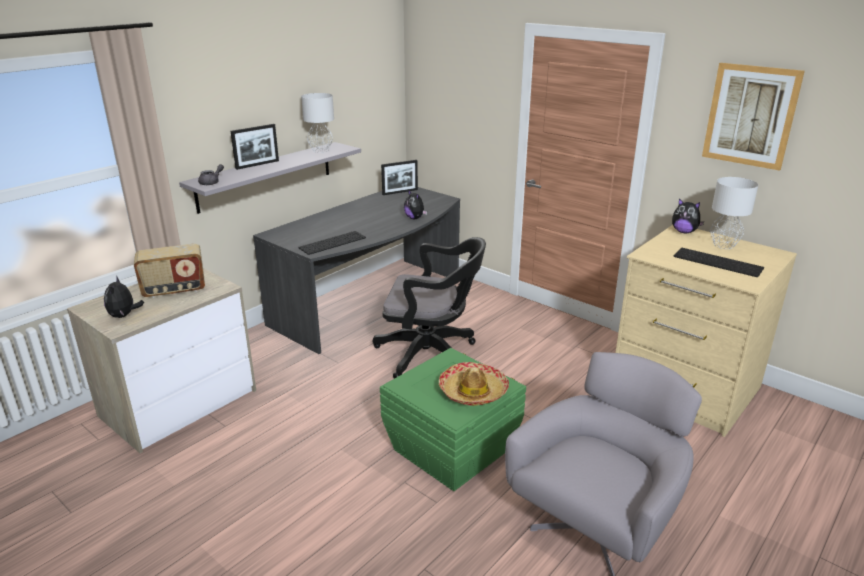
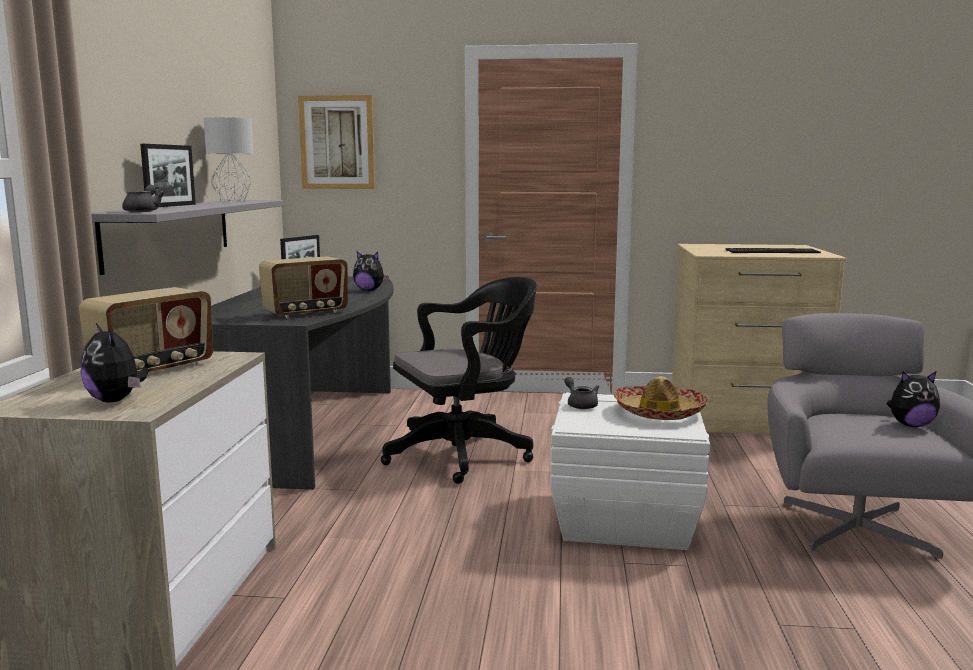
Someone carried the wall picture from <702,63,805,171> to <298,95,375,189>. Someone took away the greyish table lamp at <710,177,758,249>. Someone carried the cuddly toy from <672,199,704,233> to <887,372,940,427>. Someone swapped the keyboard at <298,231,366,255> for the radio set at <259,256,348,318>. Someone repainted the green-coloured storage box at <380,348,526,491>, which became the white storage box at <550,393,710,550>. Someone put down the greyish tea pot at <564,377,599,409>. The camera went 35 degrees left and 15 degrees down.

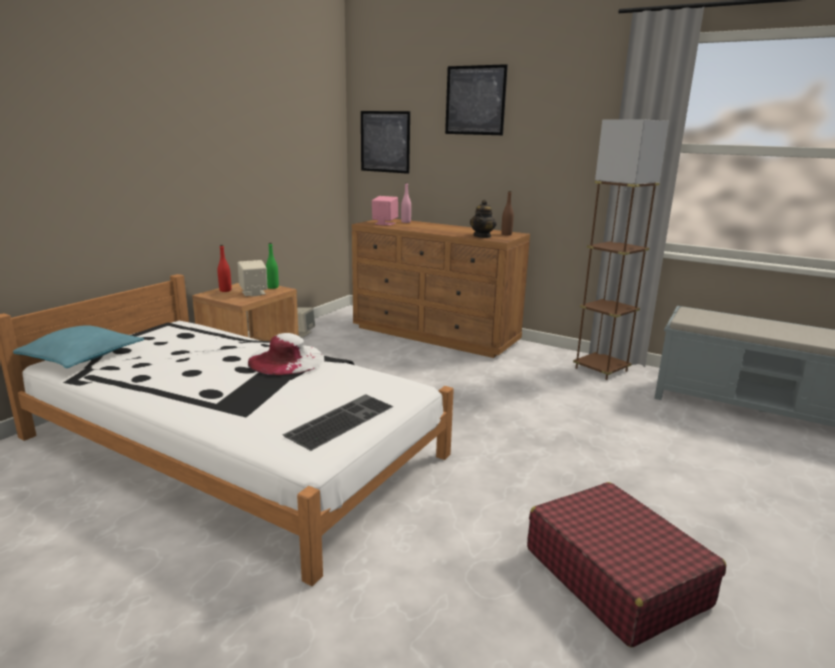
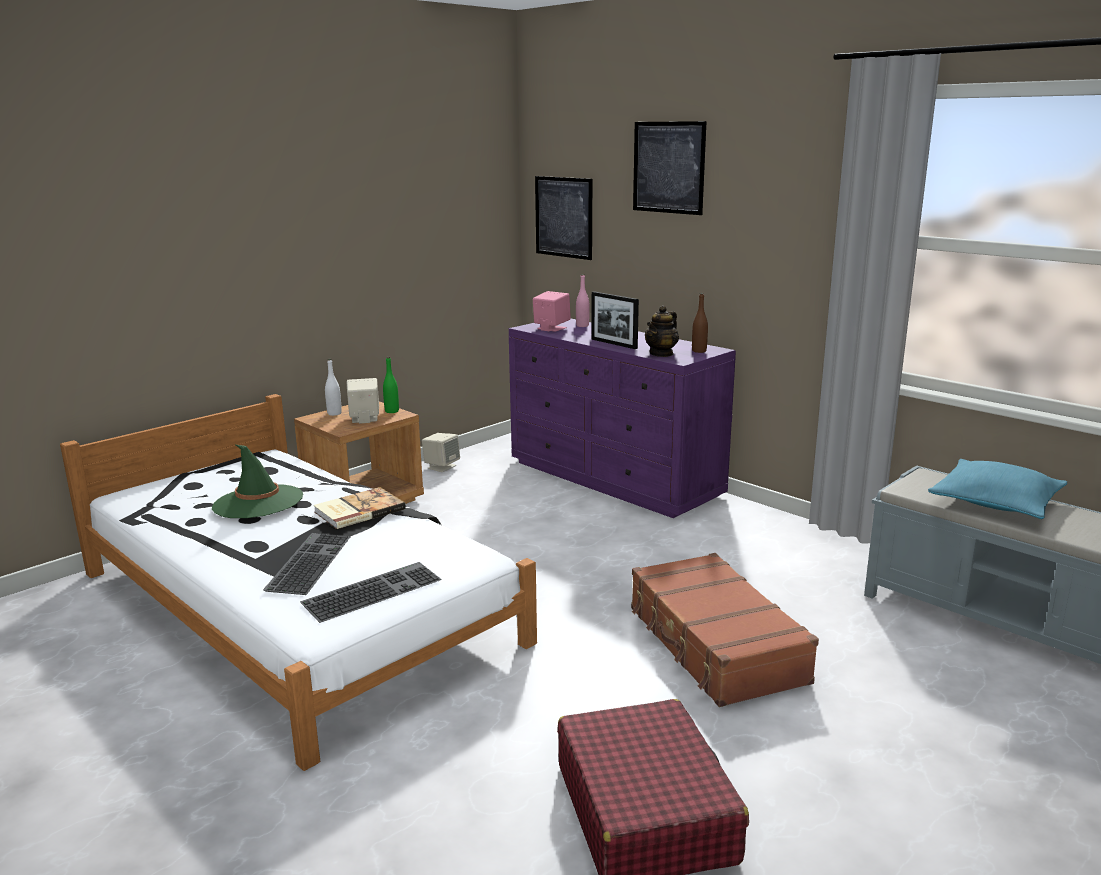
Someone took away the brown-coloured floor lamp at <573,119,669,380>. Someone repainted the brown-coloured dresser at <352,219,530,358>, which became the purple-coloured dresser at <509,319,736,518>. Someone repainted the red beverage bottle at <218,245,231,292>, which became the white beverage bottle at <325,359,342,416>. Someone carried the turquoise pillow from <13,325,144,368> to <928,459,1067,519>. Someone swapped the white clothing hat at <248,333,324,375> for the book at <314,487,406,529>. Someone put down the photo frame at <591,291,639,349>. Someone put down the green-coloured clothing hat at <212,445,303,518>. Someone put down the keyboard at <263,533,351,595>. Someone put down the brown-coloured travel case at <631,553,819,707>. The camera went 15 degrees right and 0 degrees up.

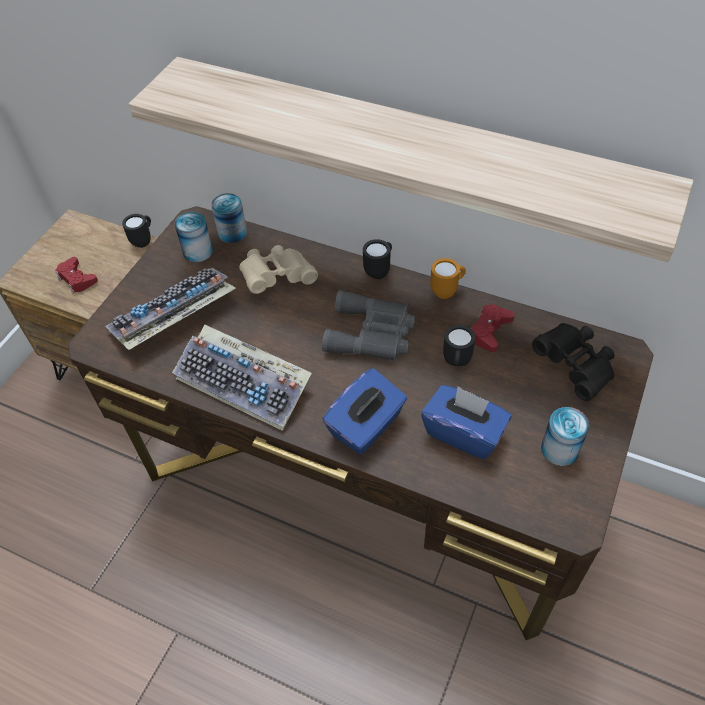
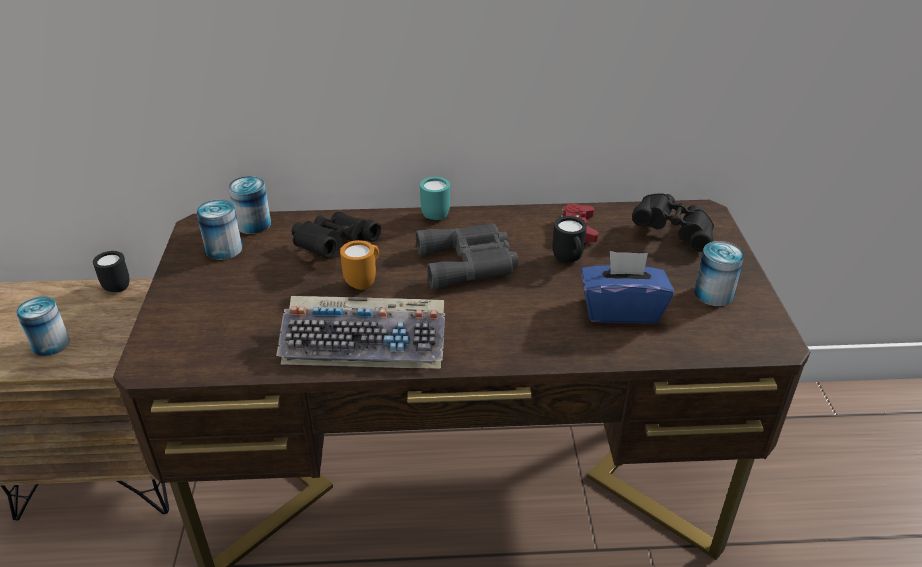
Someone took away the bracket shelf at <129,57,693,262>. Someone repainted the blackish mug at <363,239,392,279>, which became the turquoise mug at <420,177,450,220>. Someone repainted the beige-coloured binoculars at <239,245,318,294>, which became the blackish binoculars at <292,212,381,258>. Someone swapped the red joypad at <55,257,98,294> for the can at <16,296,70,356>. Someone carried the orange-coloured mug from <430,258,466,299> to <340,240,379,290>. Someone took away the keyboard at <105,268,236,350>. Someone took away the bluish box of tissues at <323,368,407,455>. The camera went 30 degrees left and 15 degrees down.

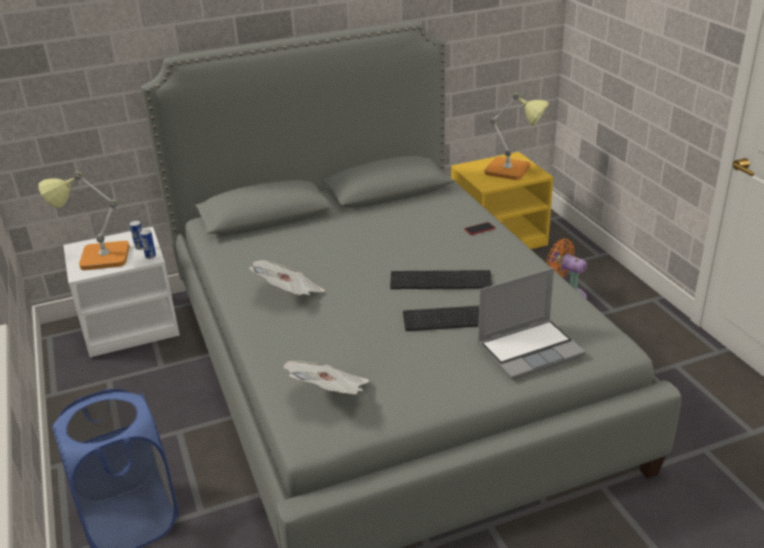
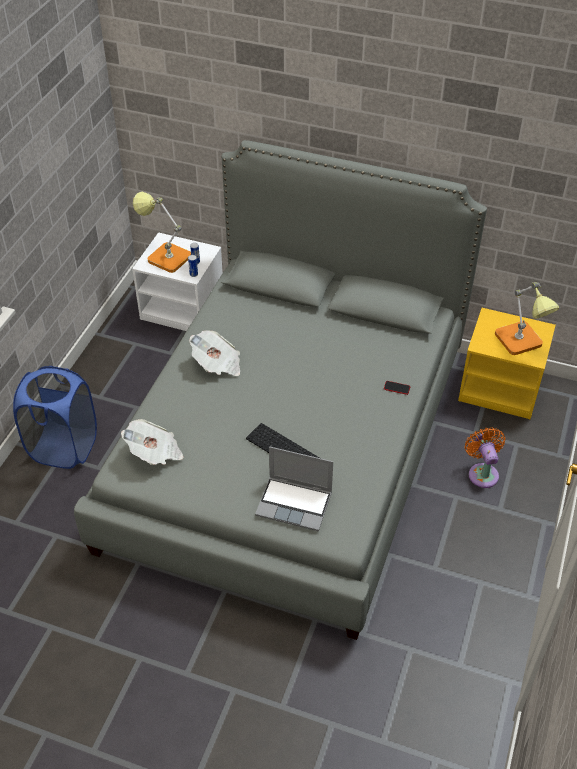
Someone took away the keyboard at <390,270,492,289>. The camera went 40 degrees right and 15 degrees up.

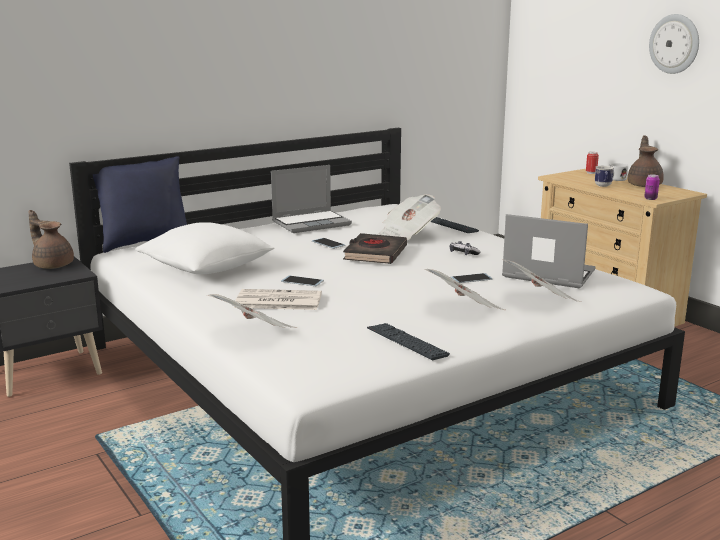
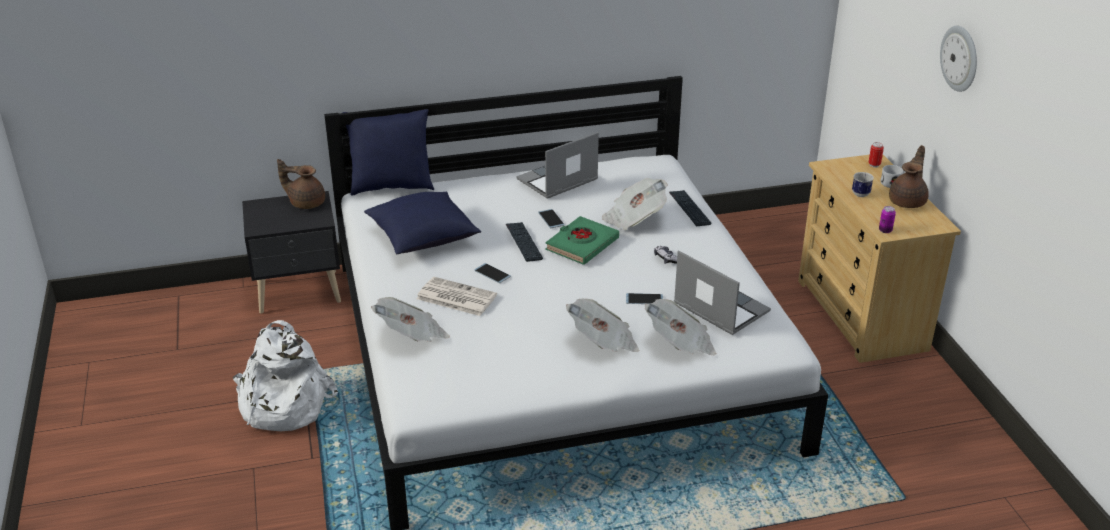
Someone rotated the laptop at <271,165,352,233> by 150 degrees clockwise. Someone rotated the brown-coloured tea pot at <29,210,74,269> by 45 degrees counterclockwise. Someone repainted the white pillow at <135,222,275,274>, which became the bluish pillow at <364,192,481,254>. Someone repainted the blackish book at <343,233,407,264>, which became the green-coloured book at <545,216,619,265>. Someone carried the keyboard from <367,323,450,360> to <506,222,543,262>. Someone put down the white knapsack at <233,320,338,431>. The camera went 20 degrees right and 15 degrees up.

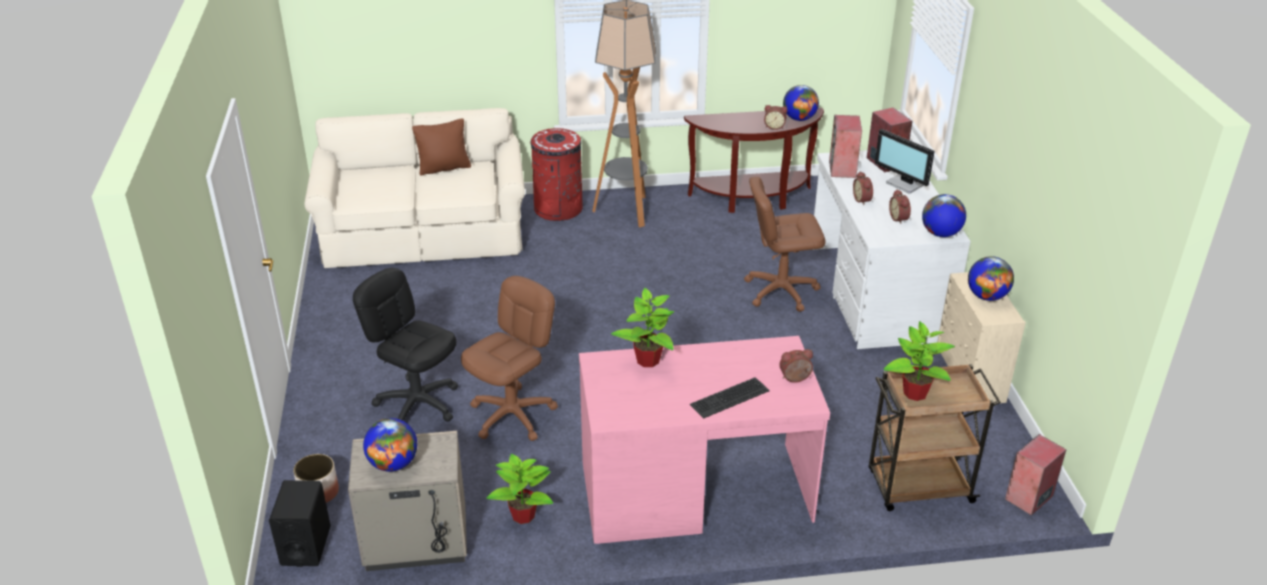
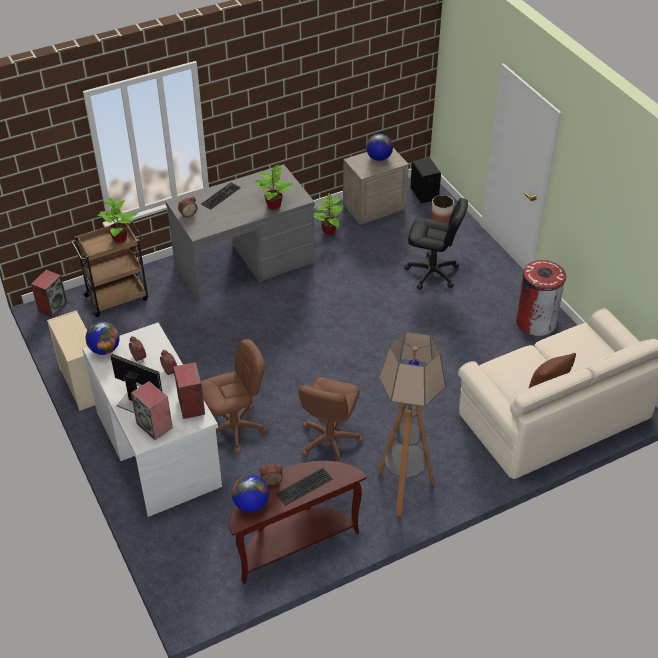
Someone carried the red rubbish bin from <530,128,583,221> to <516,260,566,336>. Someone took away the world globe at <968,256,1014,301>. Someone carried the brown-coloured desk chair from <461,276,558,441> to <298,377,363,462>. Someone repainted the pink-coloured desk table at <579,336,830,544>, which became the greyish desk table at <165,164,315,304>. Someone put down the keyboard at <276,468,333,506>. The camera went 160 degrees right and 10 degrees up.

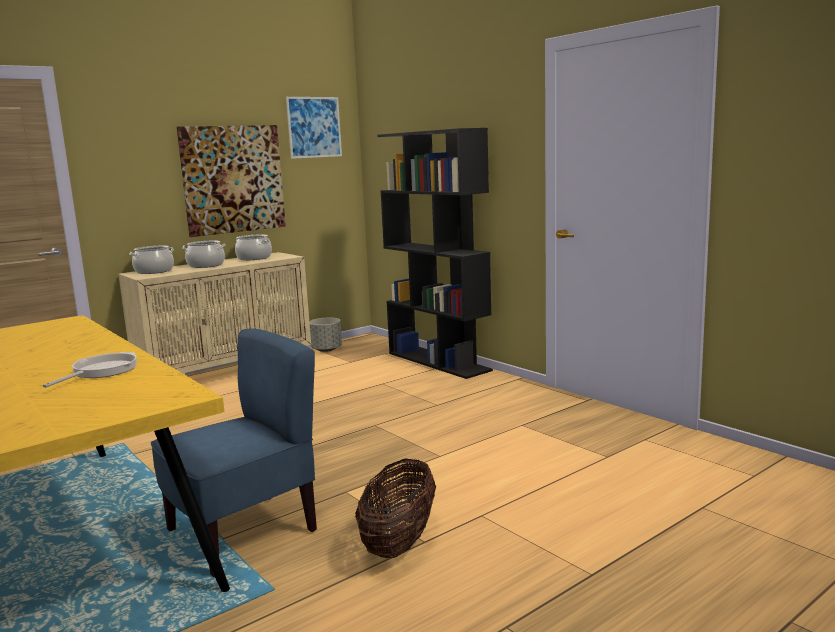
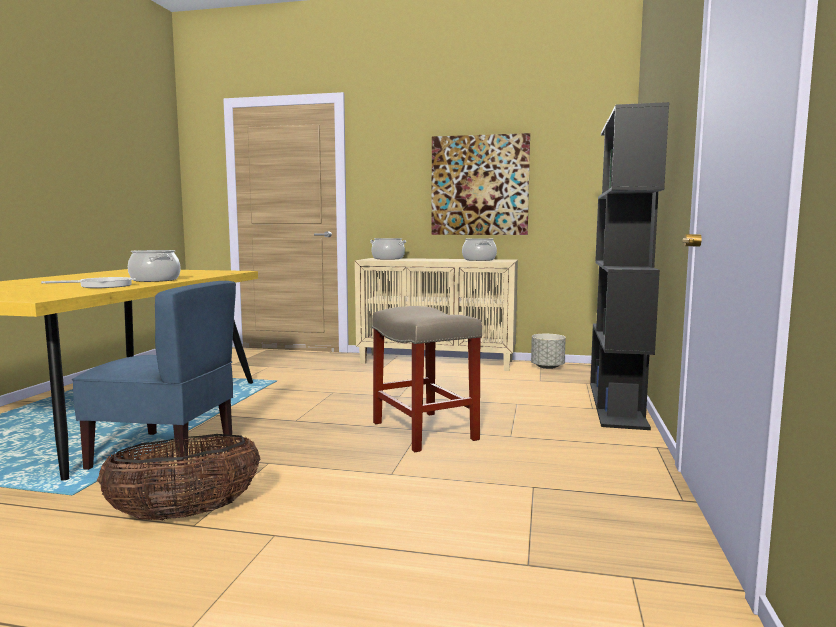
Someone took away the wall picture at <286,97,342,159>. Someone carried the saucepot from <183,241,226,268> to <128,250,181,282>. Someone put down the beige-coloured stool seat at <372,306,482,452>. The camera went 50 degrees right and 5 degrees down.

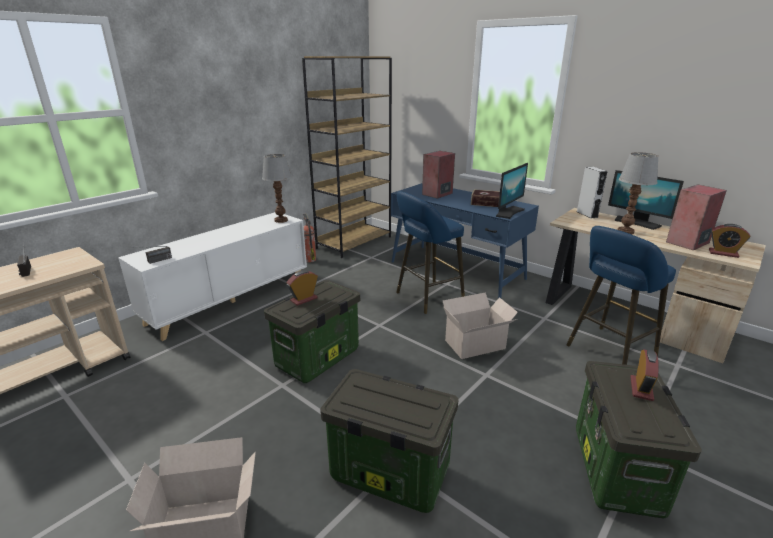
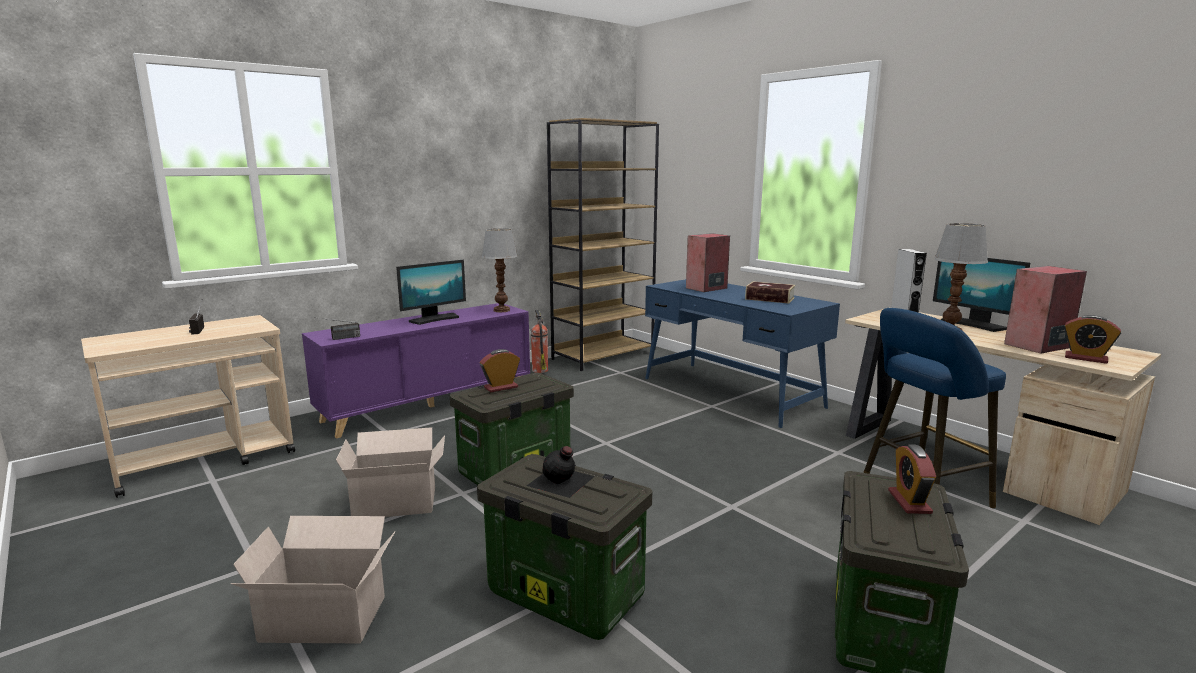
Someone carried the computer screen from <496,163,528,219> to <396,260,466,325>. Someone took away the bluish stool seat at <396,191,465,314>. Someone repainted the white cupboard at <118,212,307,341>, which became the purple-coloured cupboard at <302,303,530,439>. Someone carried the packing box from <443,292,518,359> to <336,427,445,517>. Someone rotated the alarm clock at <630,349,659,401> by 150 degrees clockwise. Someone put down the blackish beverage bottle at <527,446,595,498>. The camera went 10 degrees right and 10 degrees down.

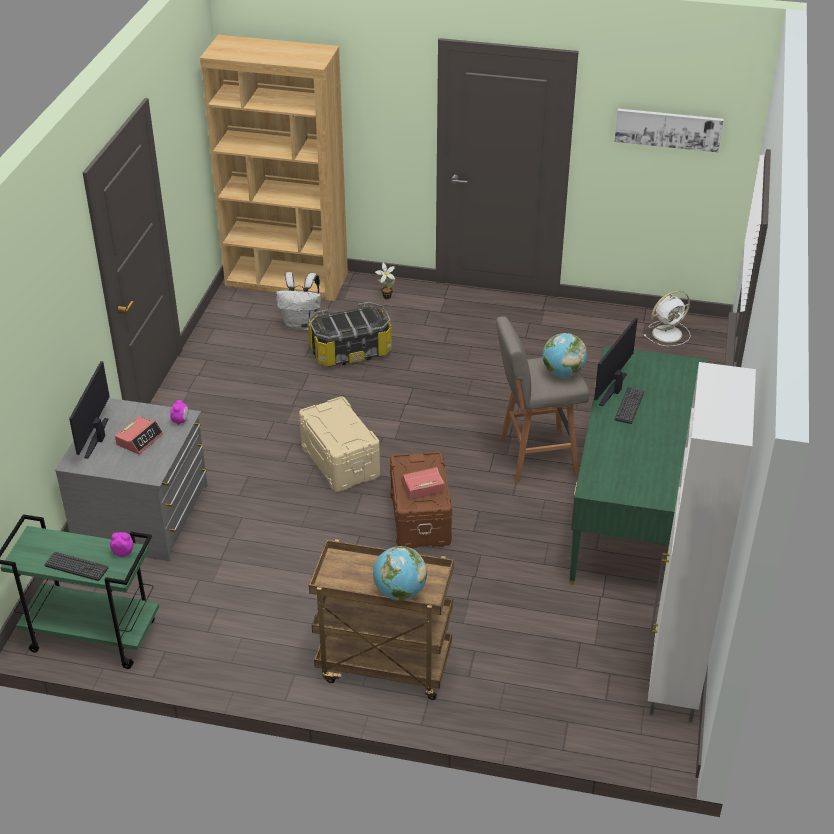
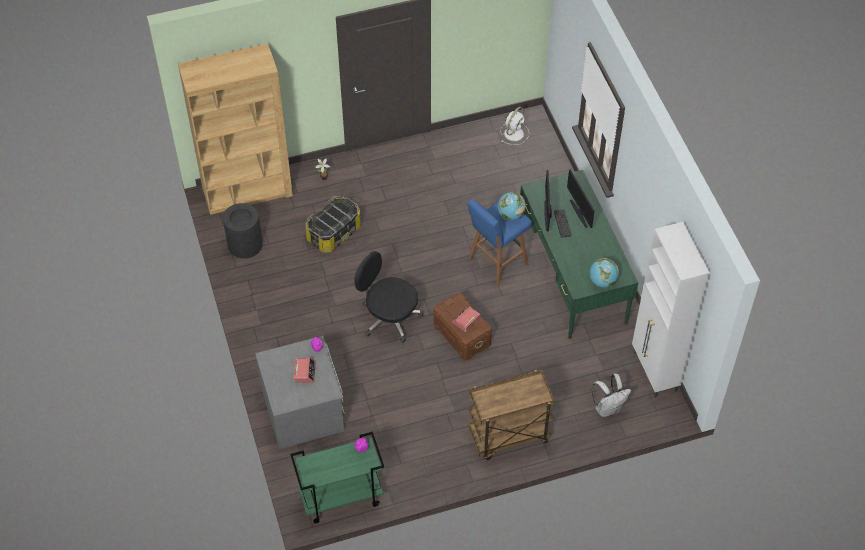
Someone took away the wall picture at <614,109,723,152>. Someone carried the white knapsack from <276,272,321,330> to <591,373,631,417>. Someone repainted the greyish stool seat at <496,316,589,483>, which became the bluish stool seat at <468,199,532,286>. Someone carried the computer screen from <69,361,110,459> to <567,169,595,228>. Someone swapped the beige-coloured storage box at <299,396,380,492> for the blackish desk chair at <354,251,424,343>. Someone carried the world globe from <373,546,427,601> to <590,258,619,288>. Someone took away the keyboard at <45,552,108,581>. Someone put down the blackish rubbish bin at <223,203,263,259>. The camera went 30 degrees left and 15 degrees up.

